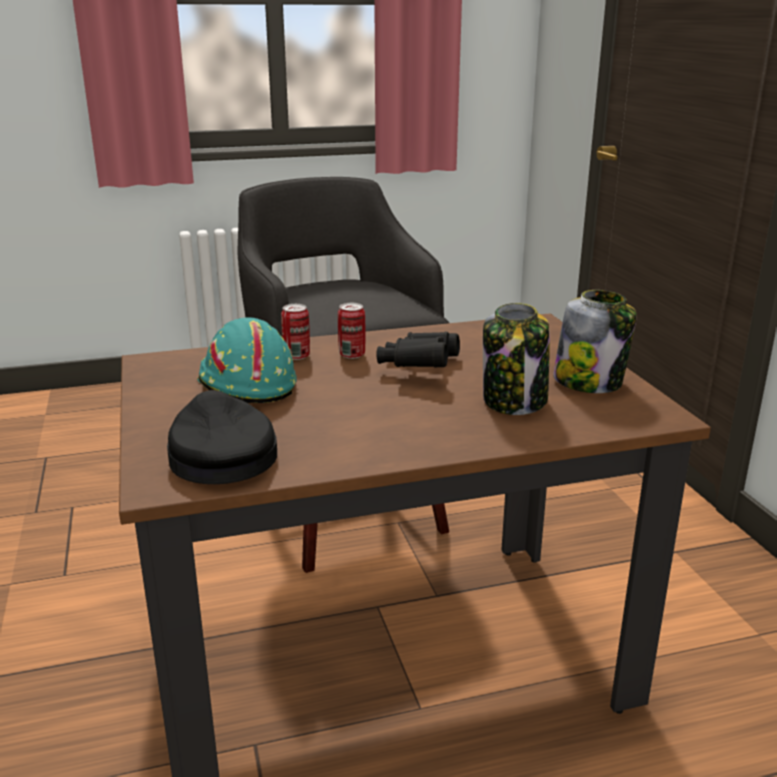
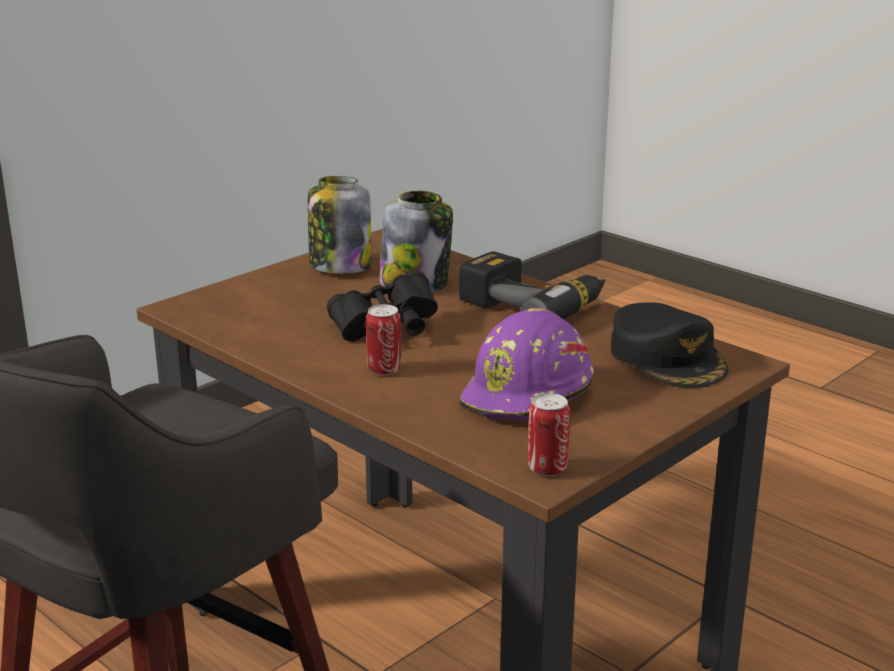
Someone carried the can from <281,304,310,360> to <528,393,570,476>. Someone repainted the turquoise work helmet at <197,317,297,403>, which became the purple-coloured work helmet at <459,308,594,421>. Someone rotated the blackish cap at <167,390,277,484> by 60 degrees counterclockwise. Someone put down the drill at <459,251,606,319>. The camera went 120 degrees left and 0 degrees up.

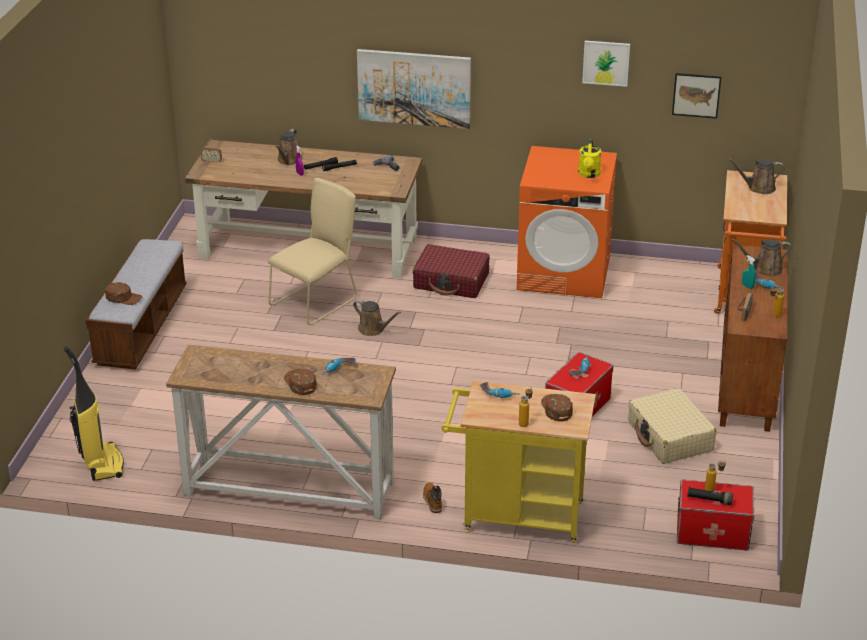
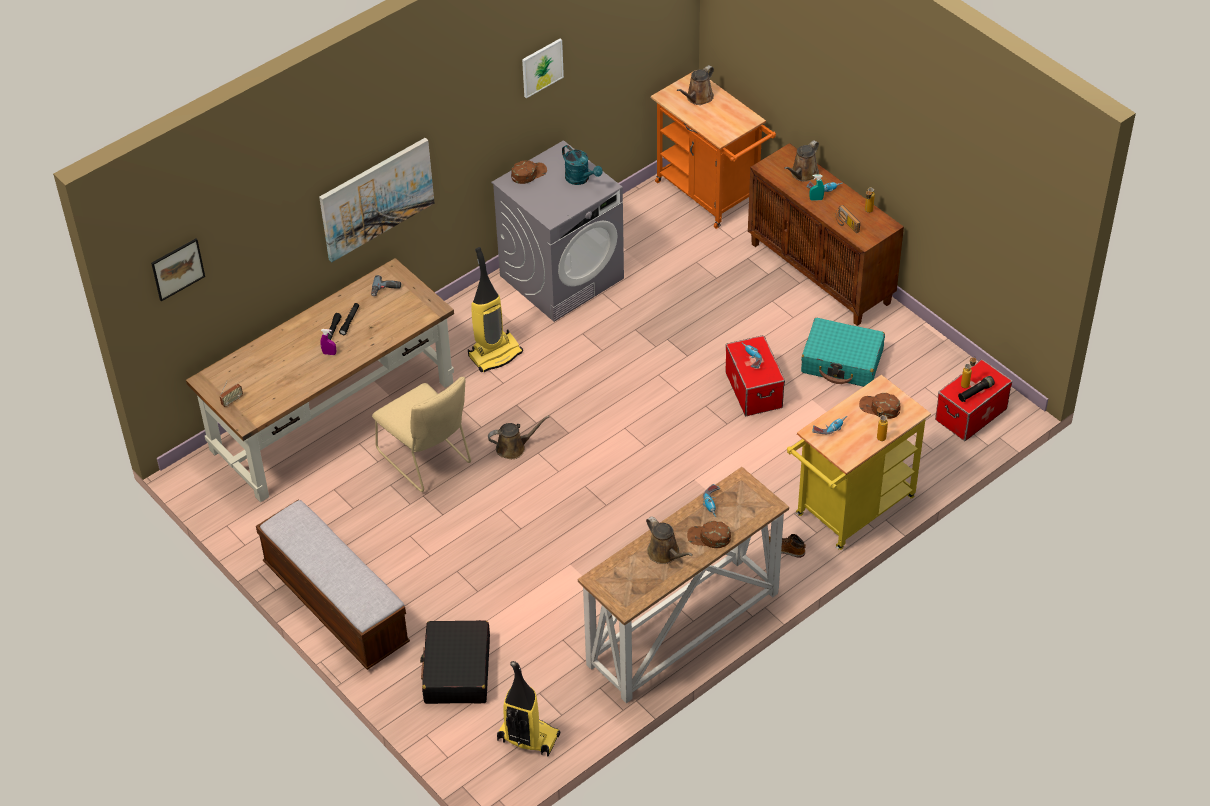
Someone carried the wall picture from <672,73,721,119> to <151,238,205,301>. Someone carried the brown-coloured watering can from <275,129,303,165> to <646,516,693,564>. Someone repainted the yellow watering can at <578,139,601,178>, which became the turquoise watering can at <562,145,602,185>. Someone repainted the orange-coloured laundry appliance at <517,146,617,298>, which became the greyish laundry appliance at <491,140,624,322>. Someone rotated the beige-coloured upright chair at <268,178,357,325> by 150 degrees clockwise. Someone swapped the red travel case at <413,244,490,298> for the hoover at <468,247,523,372>. Someone carried the brown-coloured cap from <105,282,142,305> to <511,160,547,184>. Someone repainted the beige-coloured travel case at <628,388,716,464>, which became the turquoise travel case at <801,318,885,387>. Someone put down the blackish travel case at <420,620,490,704>. The camera went 50 degrees left and 15 degrees up.

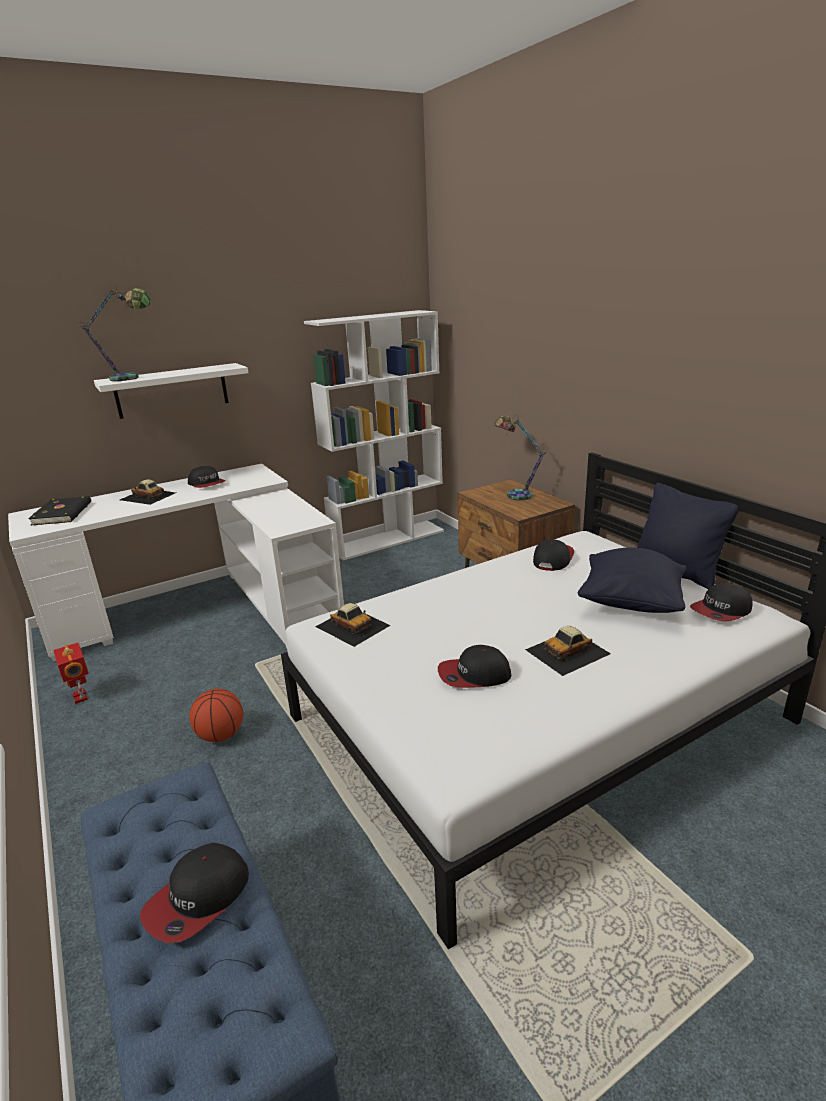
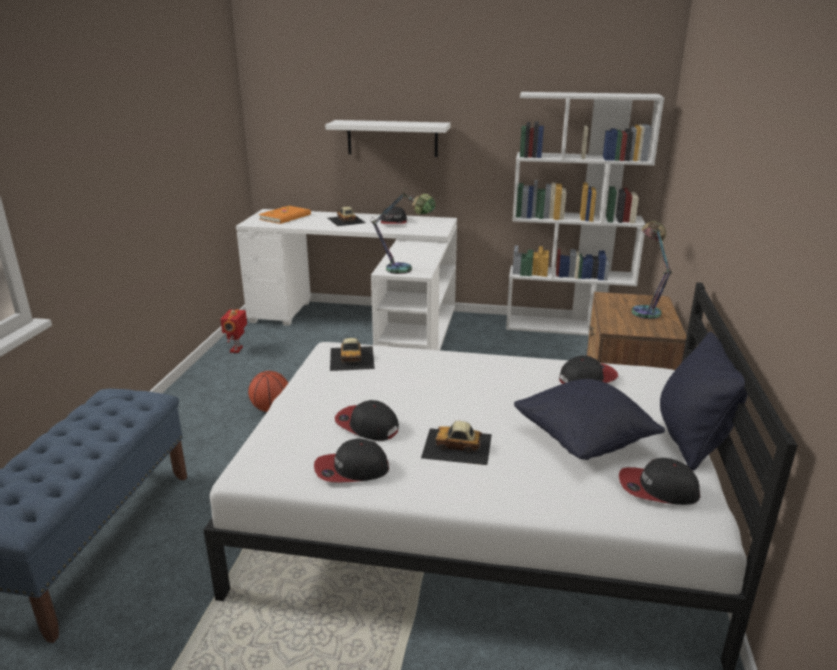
Someone carried the table lamp from <79,285,151,381> to <370,188,435,274>. Someone repainted the blackish book at <28,496,91,526>, which became the orange-coloured book at <259,206,311,224>. Someone carried the cap from <140,843,249,943> to <314,439,389,483>. The camera went 40 degrees right and 0 degrees up.

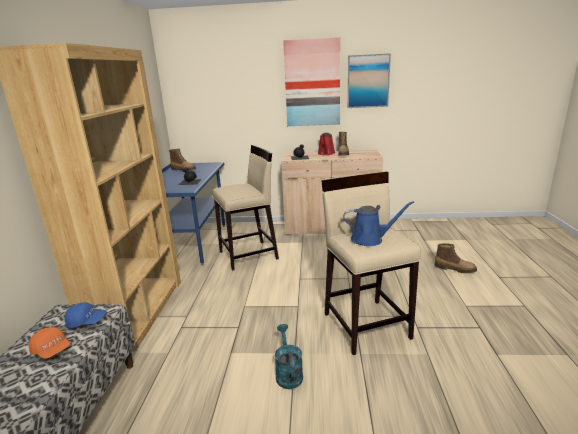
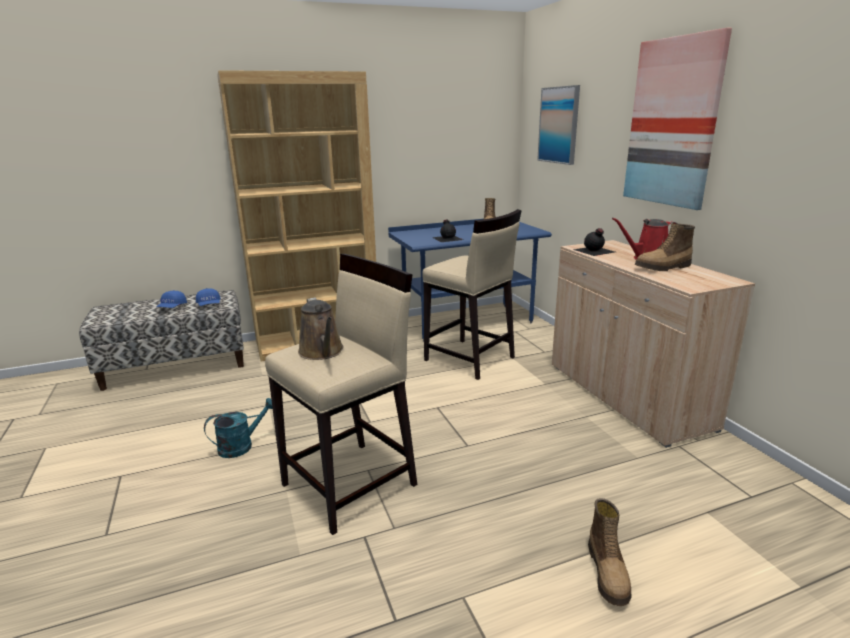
Someone carried the wall picture from <348,53,391,108> to <537,85,580,165>. Someone repainted the bluish watering can at <343,201,414,246>, which became the brown-coloured watering can at <298,297,344,360>. Someone repainted the orange-coloured cap at <29,327,71,359>, which became the bluish cap at <156,290,187,308>. The camera went 65 degrees right and 0 degrees up.

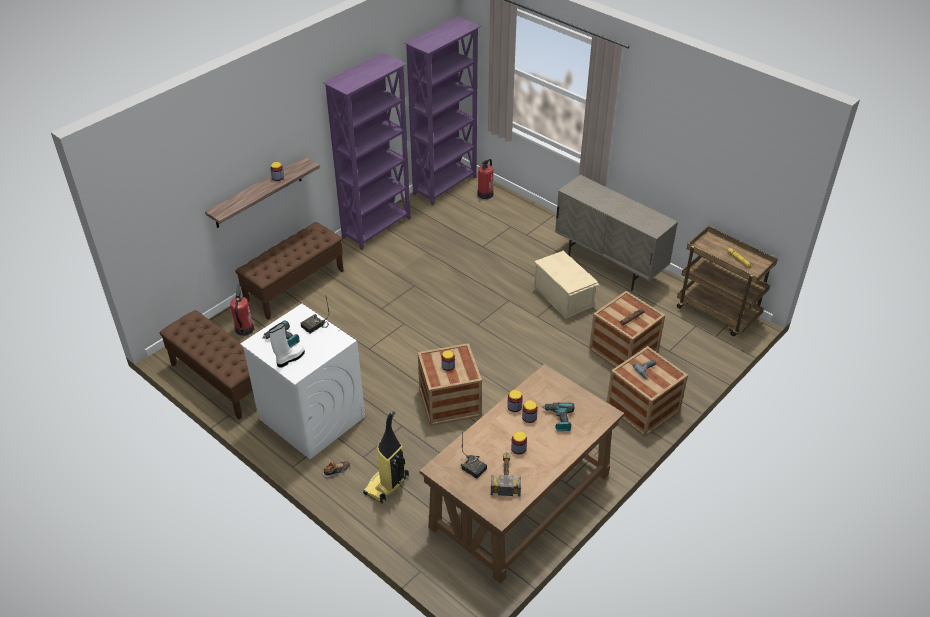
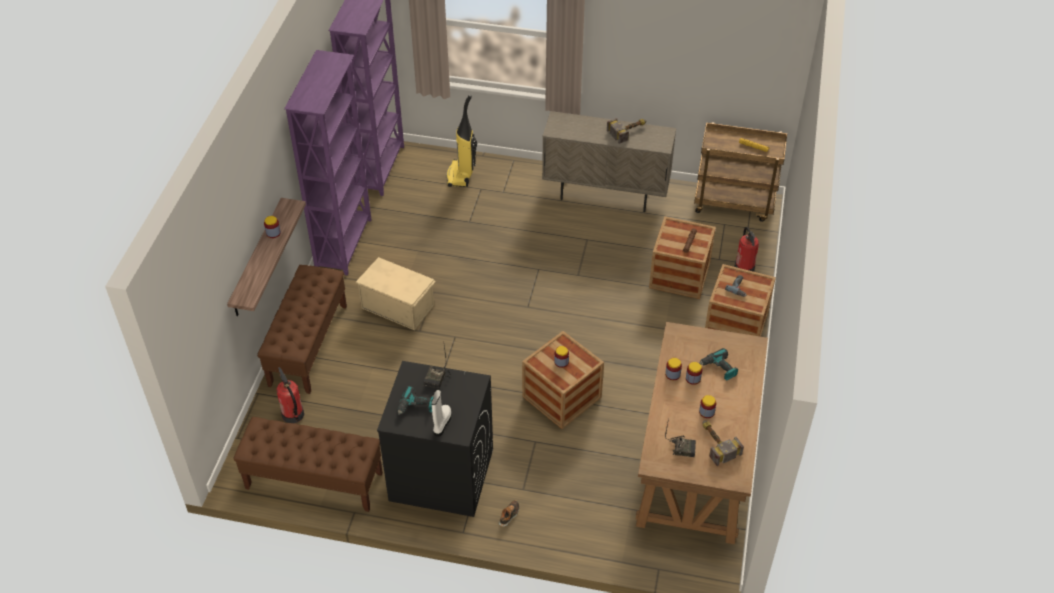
Someone carried the fire-fighting cylinder from <477,159,494,199> to <735,227,759,272>. Someone carried the beige-coloured storage box from <534,251,600,319> to <356,257,436,330>. Someone repainted the white laundry appliance at <240,304,365,459>, which became the blackish laundry appliance at <377,361,493,517>. Someone carried the hoover from <363,411,409,503> to <446,95,477,187>. Someone put down the tool hammer at <607,118,646,144>. The camera went 30 degrees left and 5 degrees up.

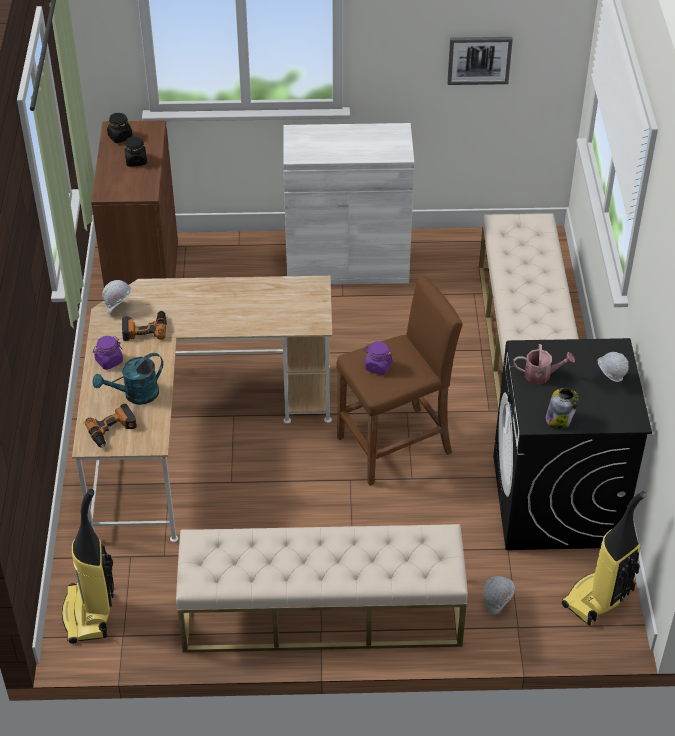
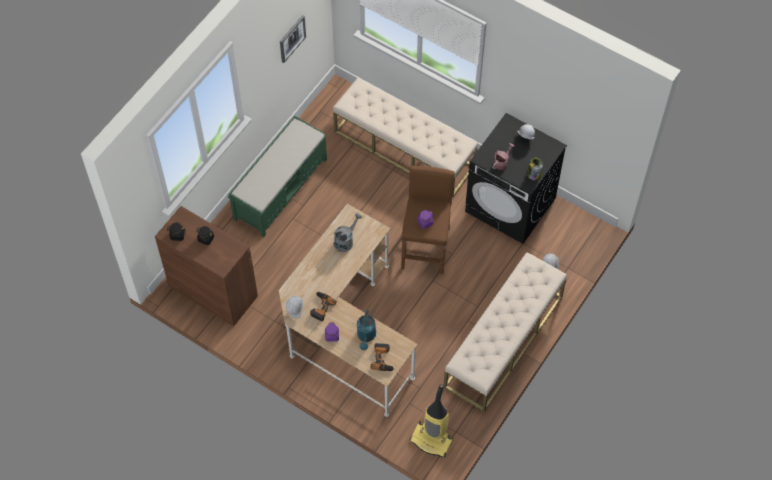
Someone swapped the white cupboard at <283,123,415,285> for the green-coloured indoor bench at <228,116,327,237>. Someone took away the hoover at <562,491,647,626>. Someone put down the greyish watering can at <333,213,362,252>. The camera went 55 degrees left and 15 degrees up.

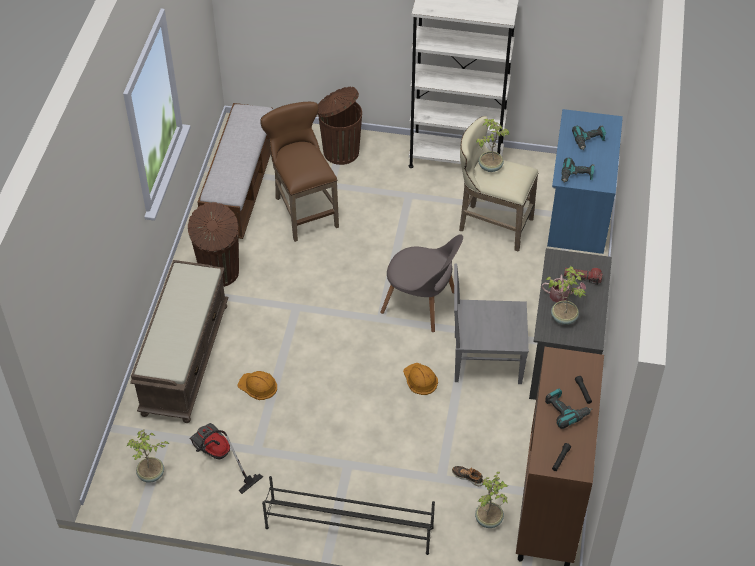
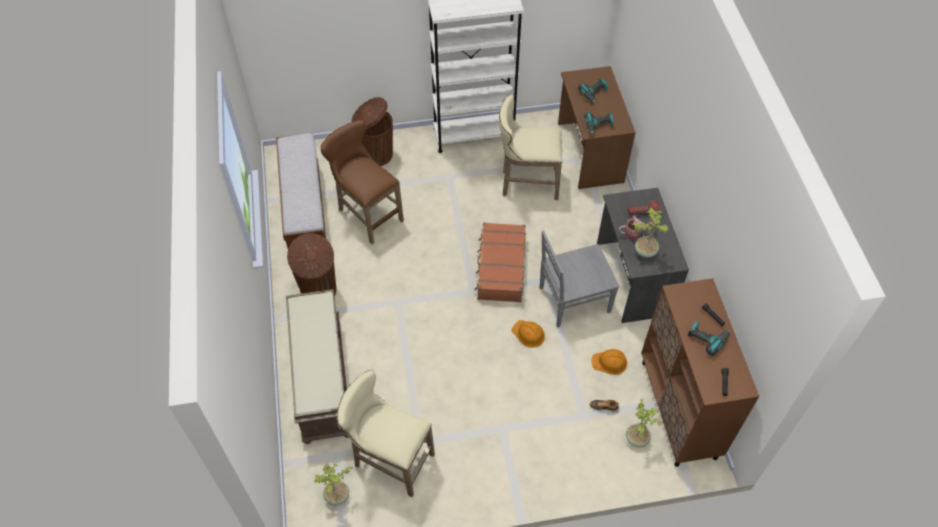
Someone repainted the bluish desk table at <547,109,623,254>, which became the brown-coloured desk table at <558,66,636,189>. Someone took away the plant in a pot at <476,119,510,172>. Someone swapped the greyish upright chair at <380,234,463,332> for the brown-coloured travel case at <474,223,526,302>. Someone carried the orange-coloured work helmet from <237,371,277,400> to <591,349,628,375>. Someone swapped the hoover at <190,423,263,494> for the beige-coloured stool seat at <337,370,435,497>. Someone took away the blackish shoe shelf at <262,476,435,555>. The camera went 20 degrees left and 5 degrees up.

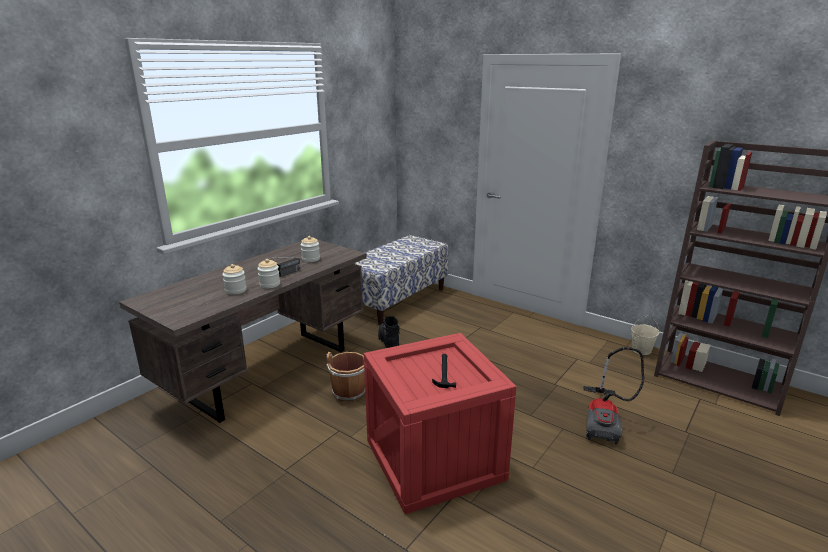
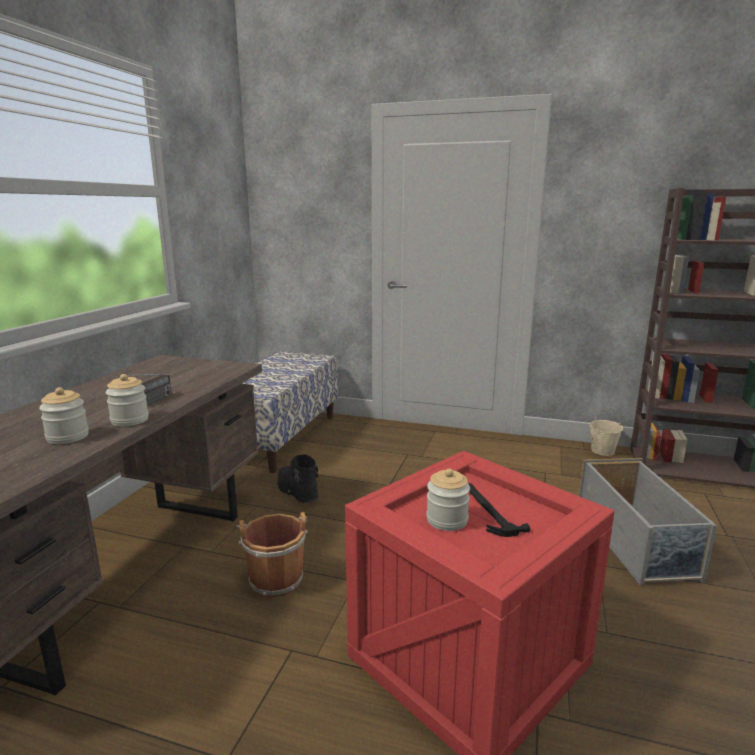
Someone carried the storage jar from <301,236,320,262> to <426,469,470,531>. Someone swapped the hoover at <583,347,644,445> for the greyish storage box at <579,458,717,585>. The camera went 20 degrees left and 5 degrees down.

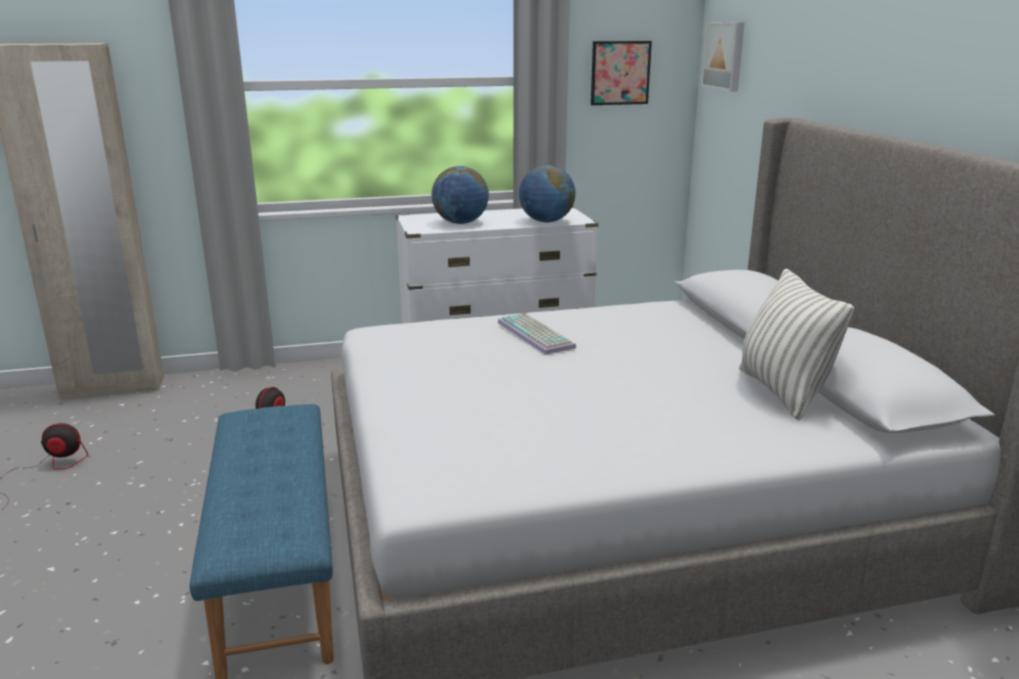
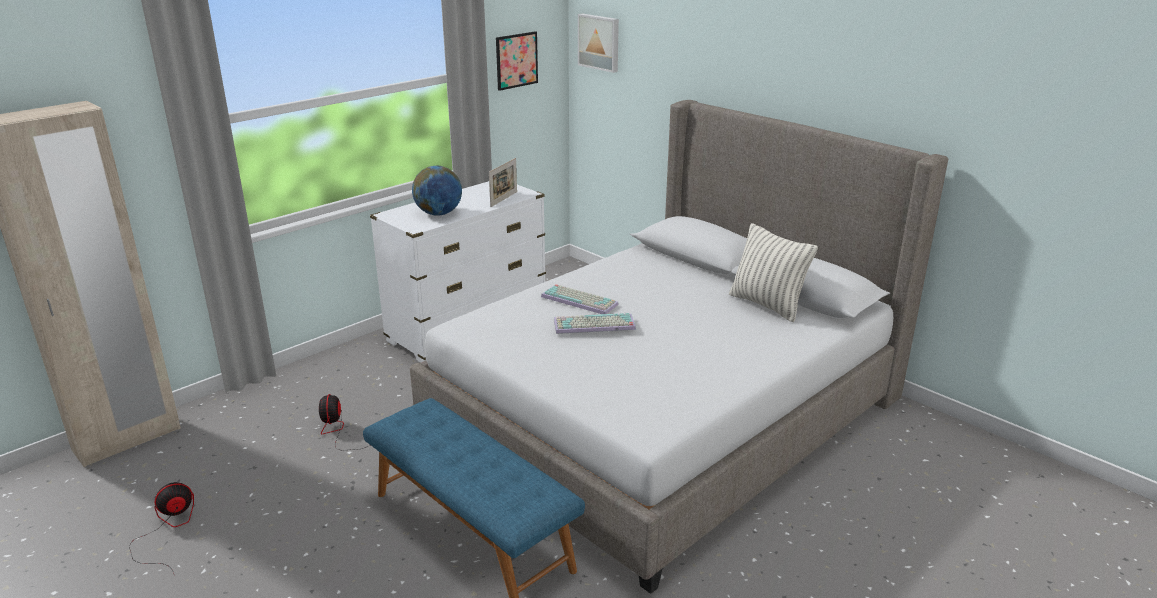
Someone swapped the world globe at <519,165,576,222> for the photo frame at <489,158,517,207>. Someone put down the keyboard at <554,313,636,334>. The camera went 30 degrees left and 5 degrees up.

